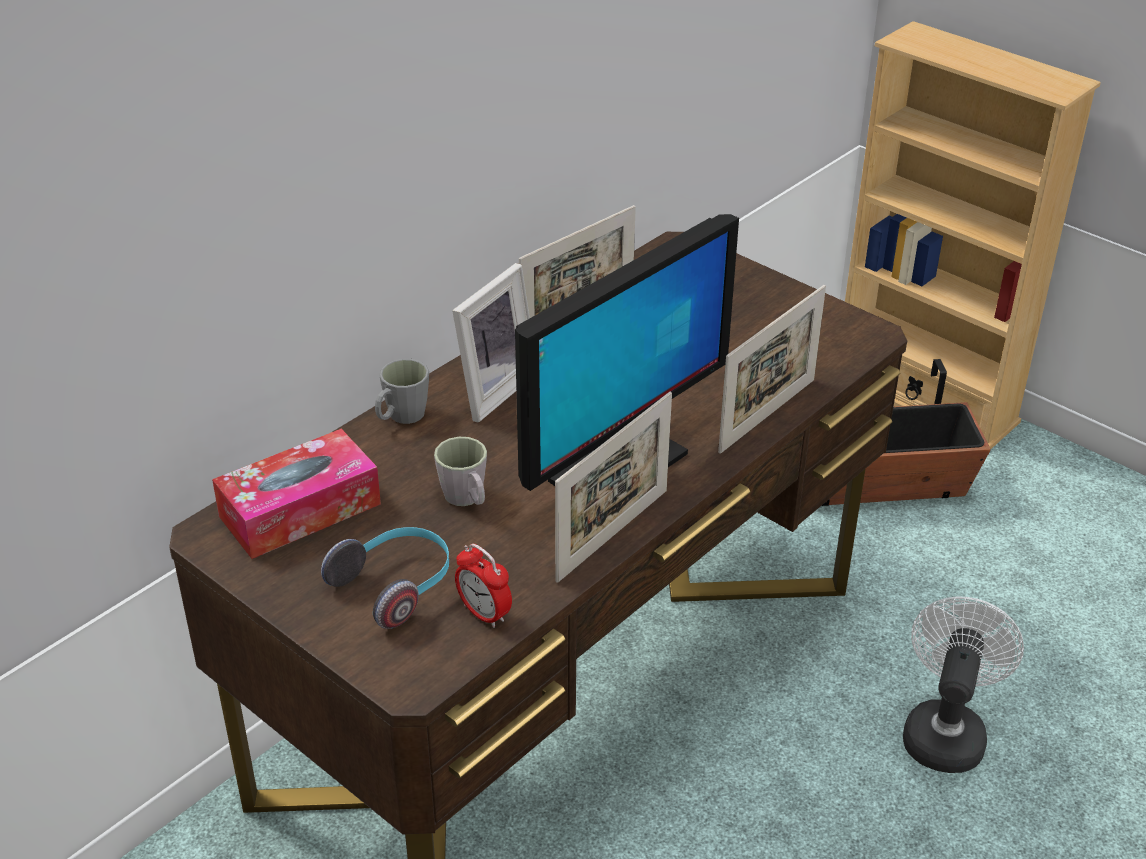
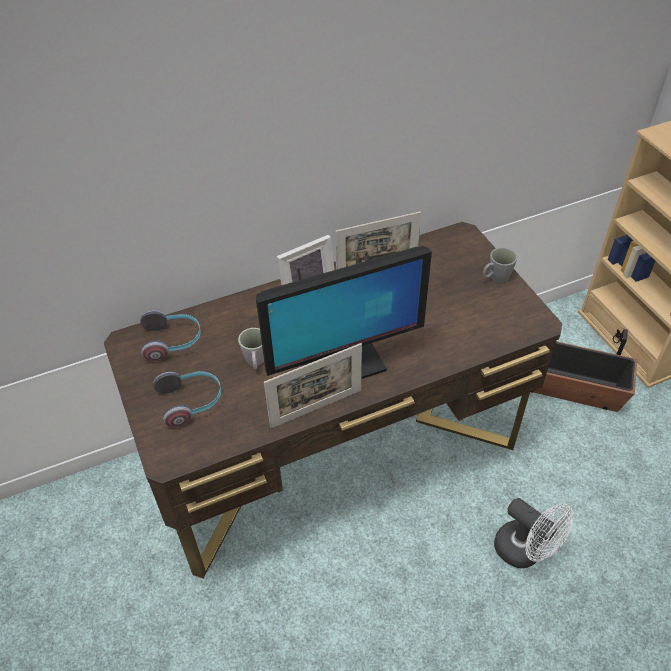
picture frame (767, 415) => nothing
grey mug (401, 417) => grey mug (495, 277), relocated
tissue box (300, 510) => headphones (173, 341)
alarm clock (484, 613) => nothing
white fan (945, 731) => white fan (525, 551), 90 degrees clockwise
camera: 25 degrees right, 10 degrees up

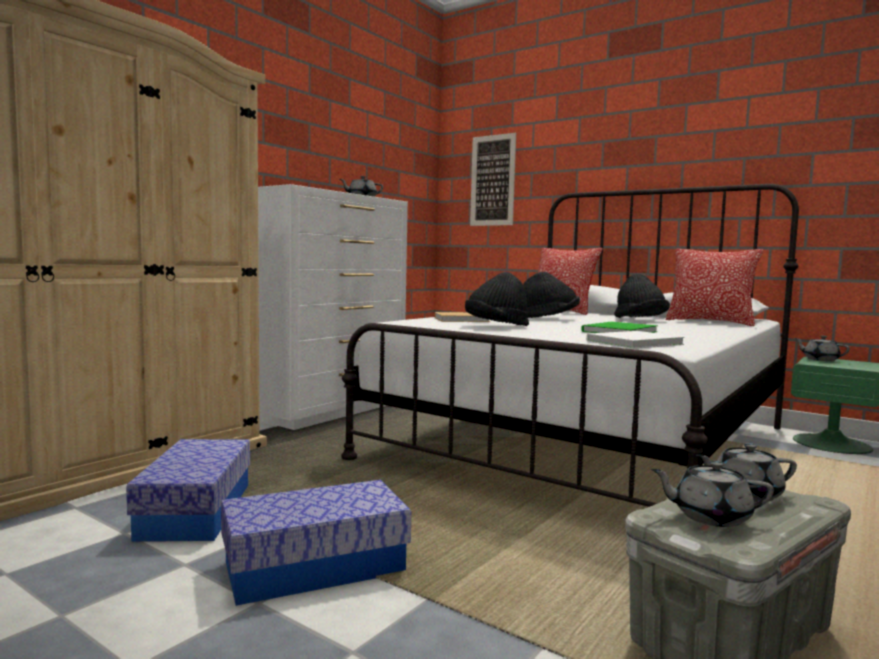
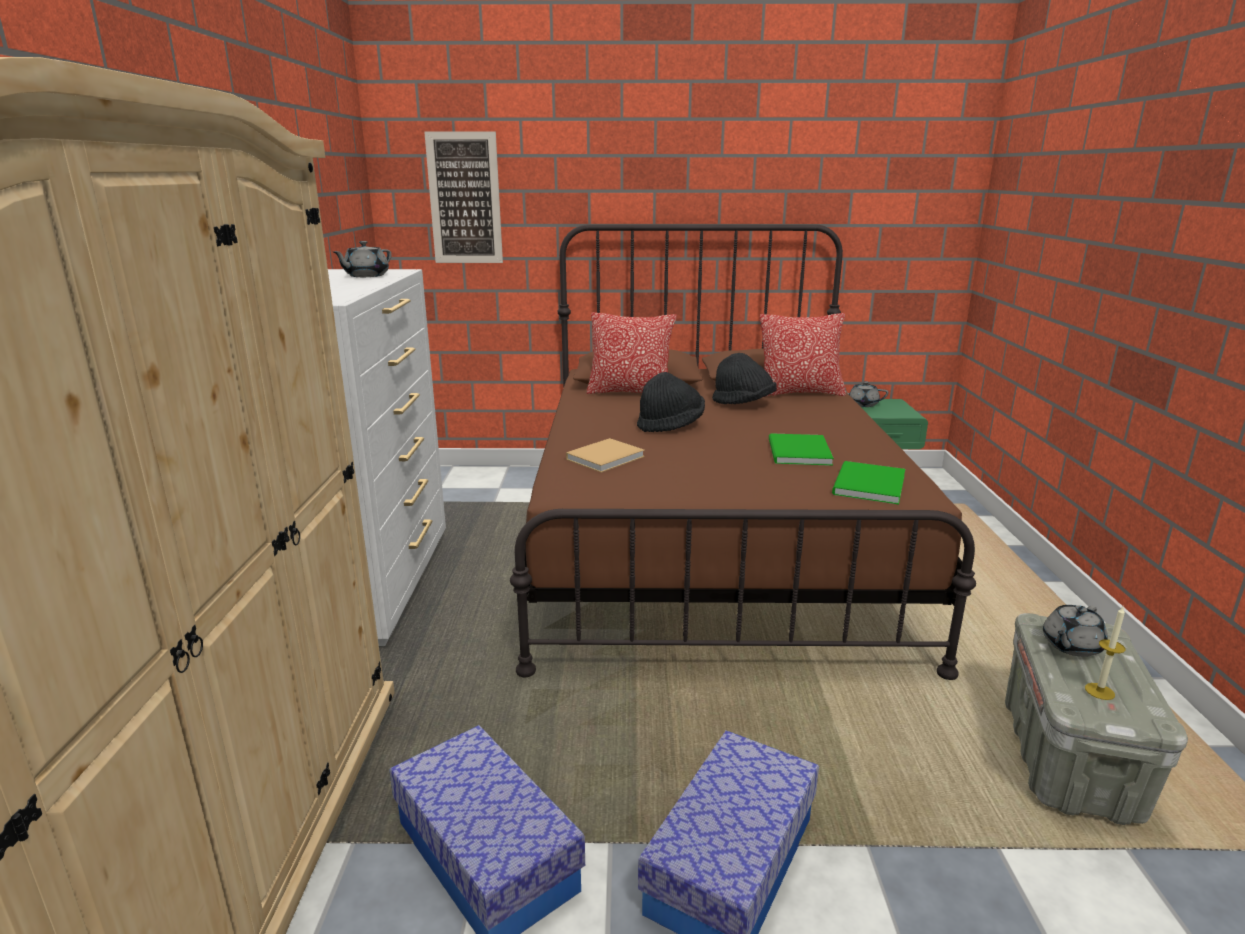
white bed (588, 442) => brown bed (709, 545)
black hat (496, 326) => nothing
white book (631, 342) => green book (866, 485)
grey teapot (710, 517) => candle (1099, 691)
camera: 35 degrees left, 15 degrees up

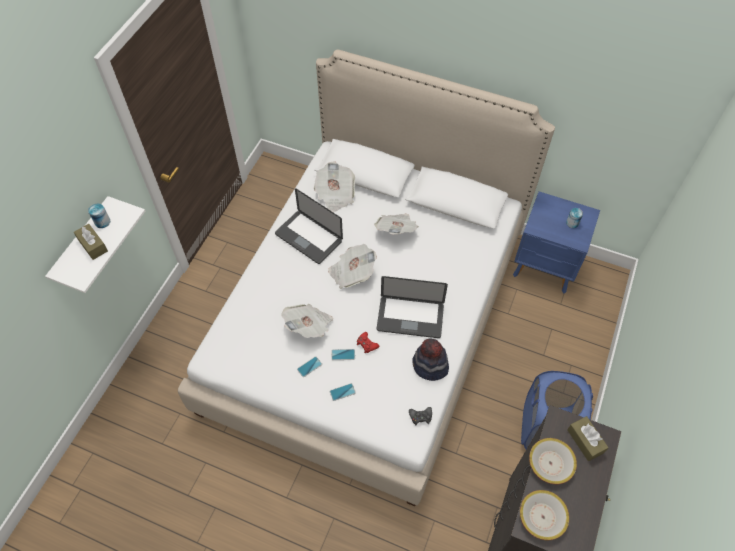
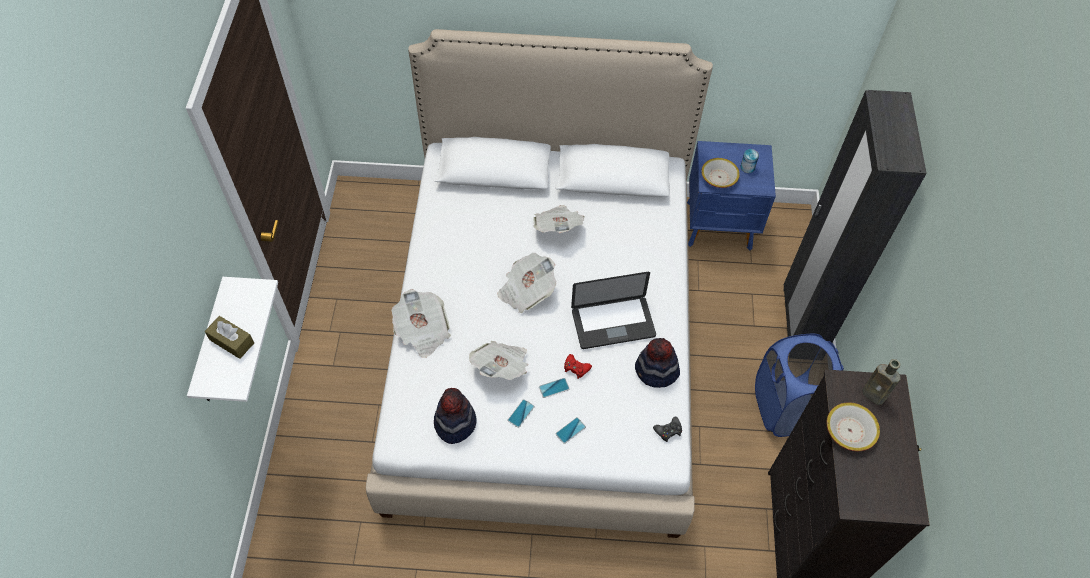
newspaper (335, 195) => newspaper (422, 331), relocated
laptop (308, 238) => nothing
can (102, 222) => nothing
brown tissue box (585, 441) => brown bottle (875, 396)
bowl (542, 517) => bowl (719, 177), relocated
nothing => black wardrobe (801, 324)
nothing => hat (454, 423)
camera: 20 degrees left, 0 degrees up

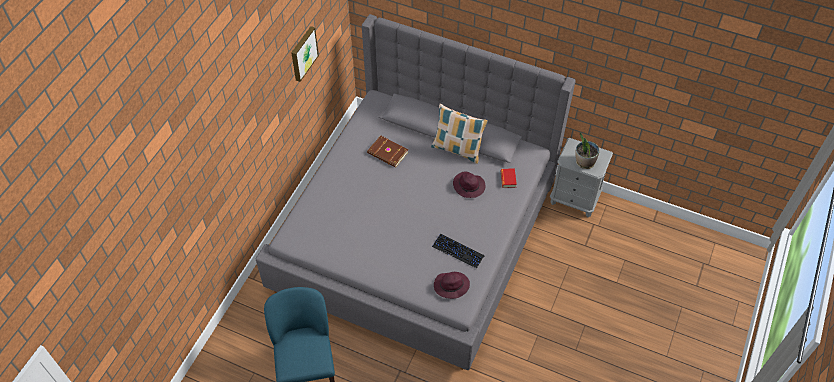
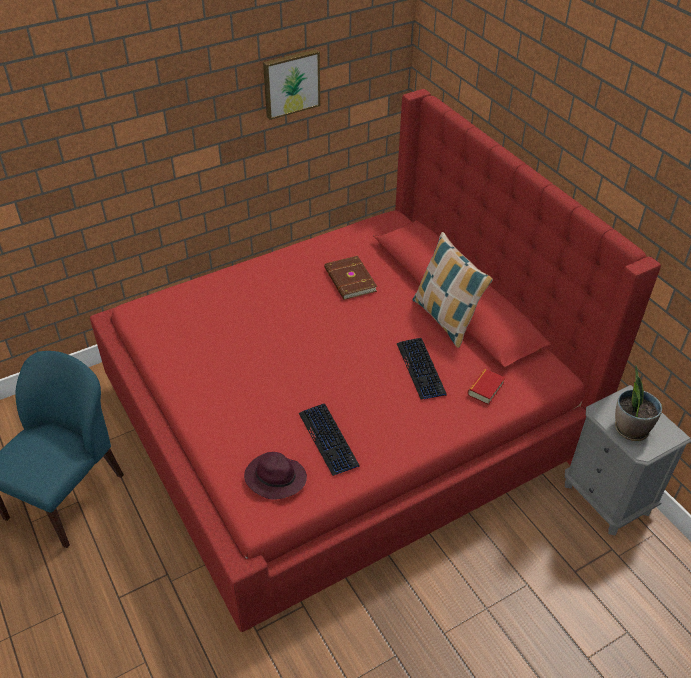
grey bed (417, 234) => red bed (345, 421)
purple hat (469, 186) => keyboard (421, 369)
camera: 35 degrees right, 10 degrees down

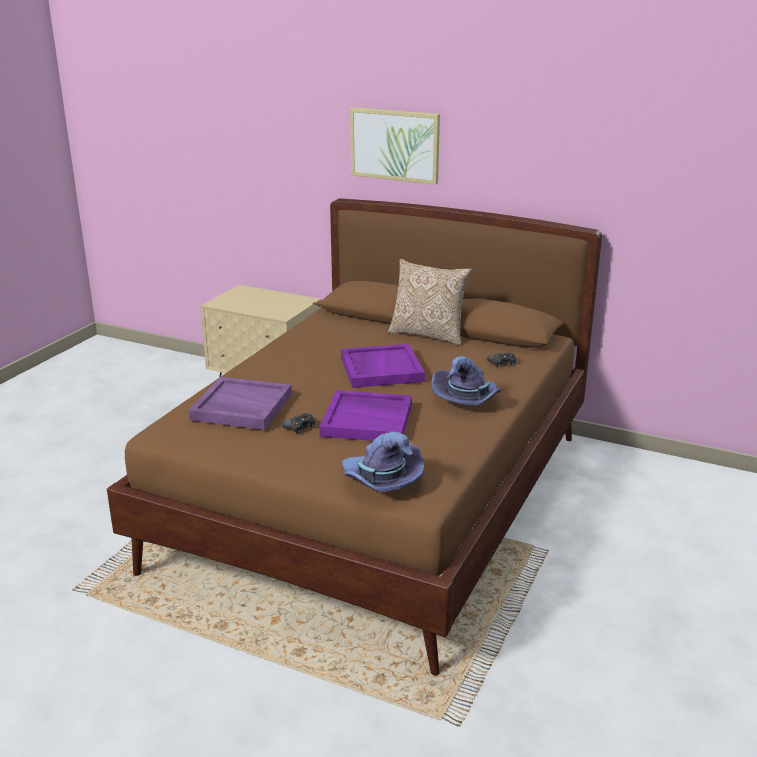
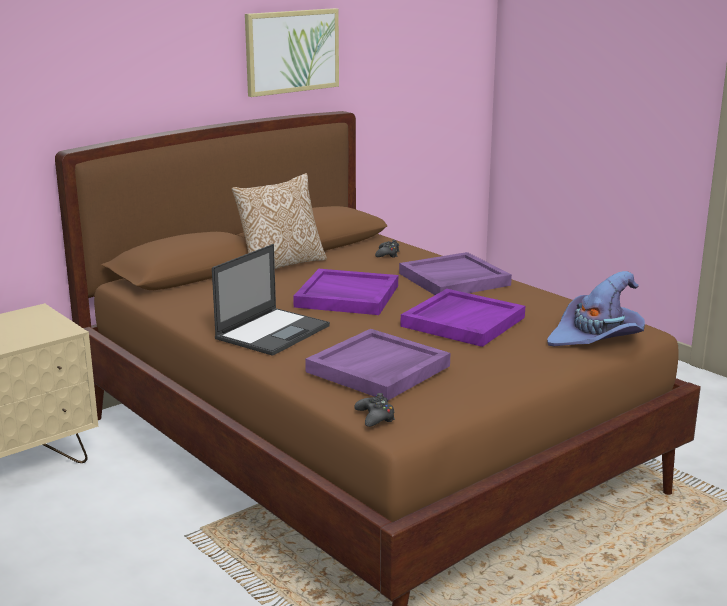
picture (395, 145) => picture (292, 51), relocated
purple hat (467, 399) => purple tray (453, 279)
black game controller (300, 427) => black game controller (375, 417), relocated
nothing => laptop (273, 331)
camera: 65 degrees left, 5 degrees down

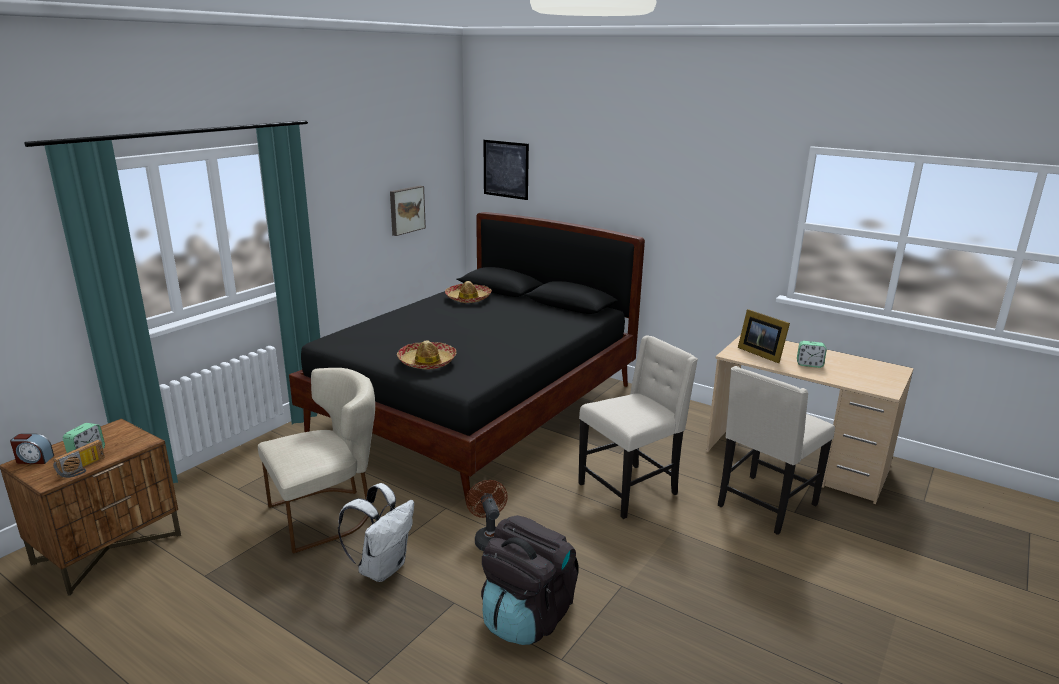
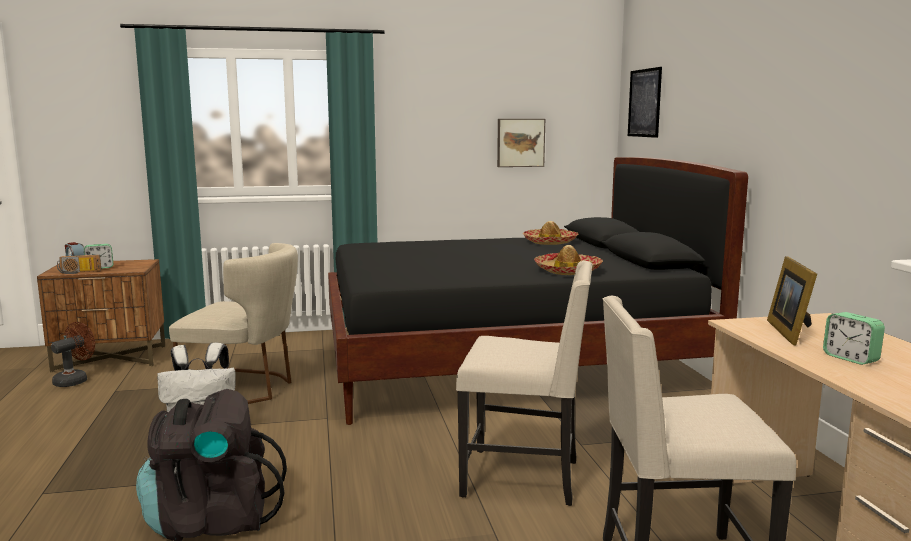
hat (427, 362) => hat (568, 271), relocated
brown fan (489, 538) => brown fan (75, 380), relocated
camera: 45 degrees right, 10 degrees down

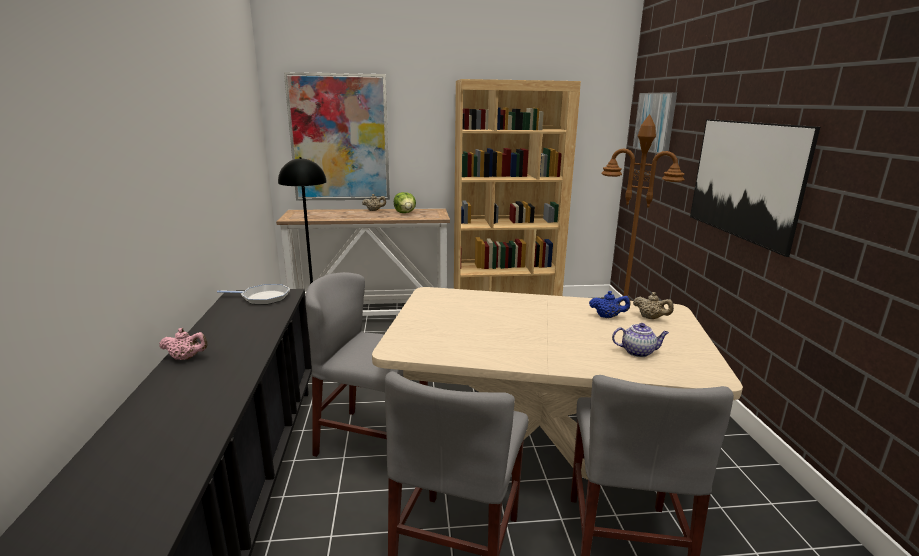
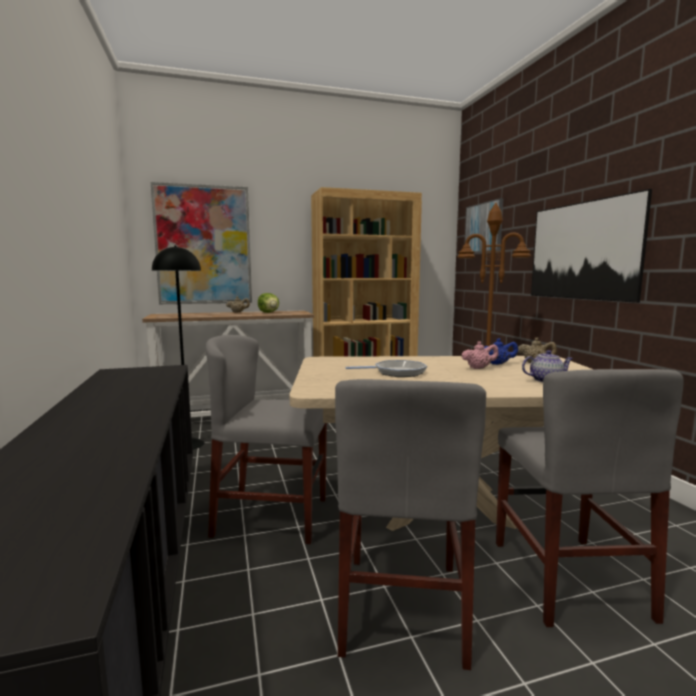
frying pan (263, 298) => frying pan (396, 372), relocated
pink teapot (186, 358) => pink teapot (479, 368), relocated
camera: 10 degrees left, 10 degrees down

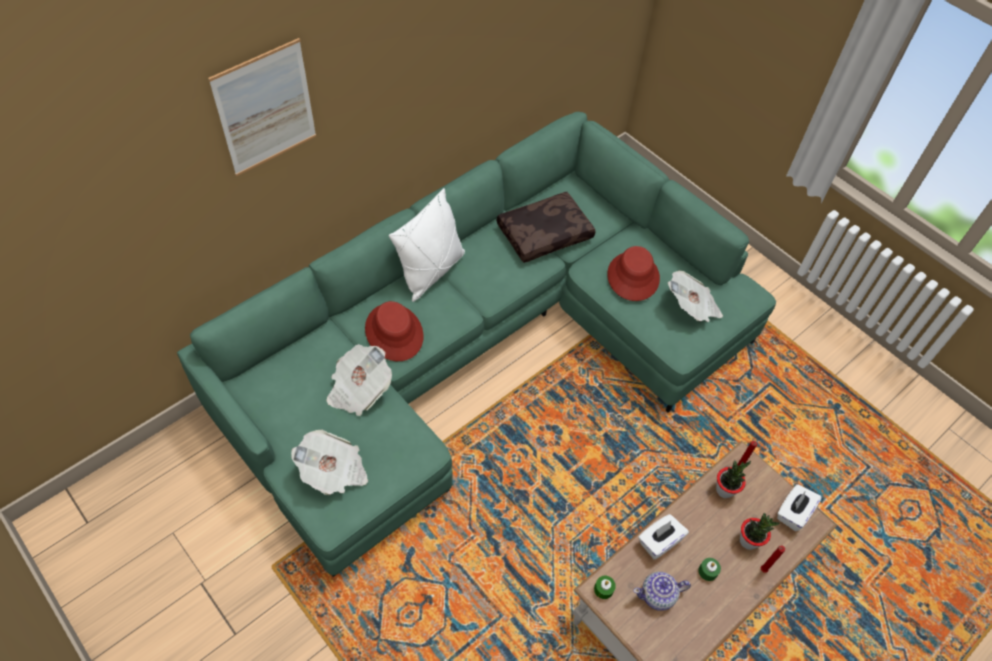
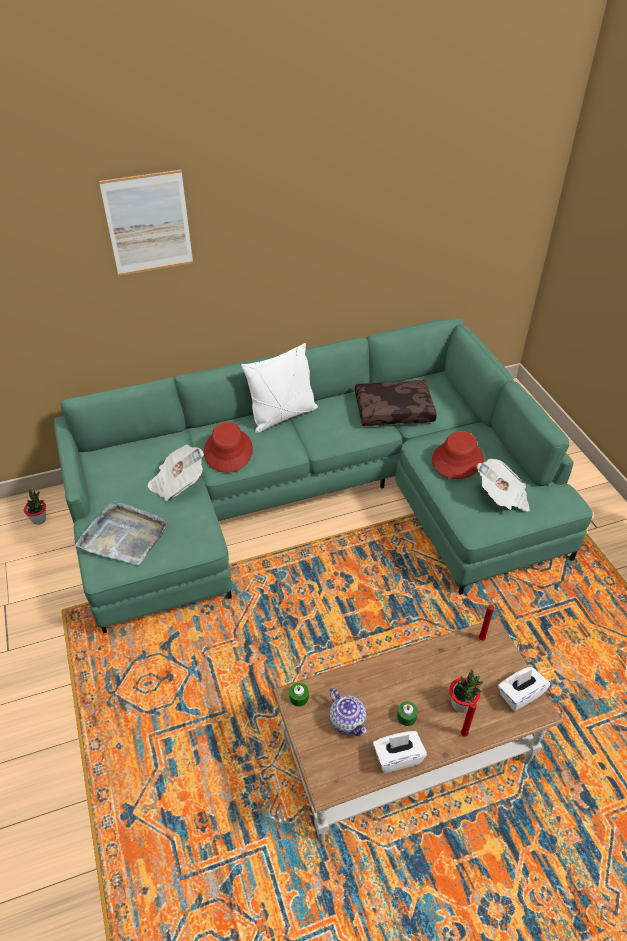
newspaper (334, 472) => grey tray (124, 536)
potted plant (724, 490) => potted plant (39, 520), relocated
white tissue box (659, 542) => white tissue box (397, 757), relocated
teapot (658, 595) => teapot (347, 720), 135 degrees counterclockwise
camera: 25 degrees right, 10 degrees down

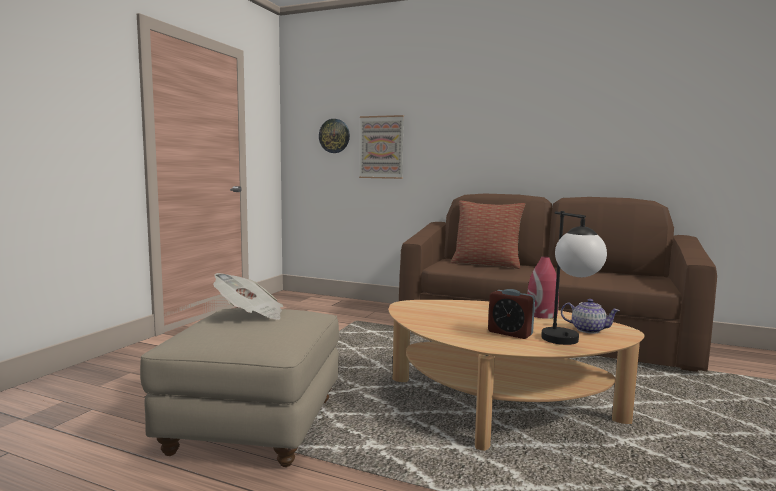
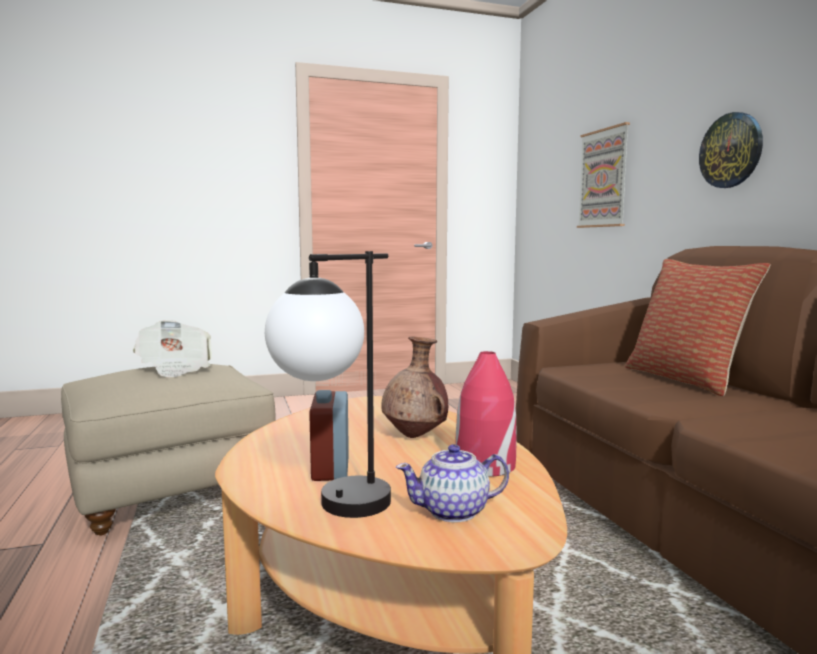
wall clock (334, 136) => wall clock (731, 150), relocated
teapot (587, 330) => teapot (454, 511), 90 degrees clockwise
nothing => brown vase (416, 436)
camera: 50 degrees right, 0 degrees up

